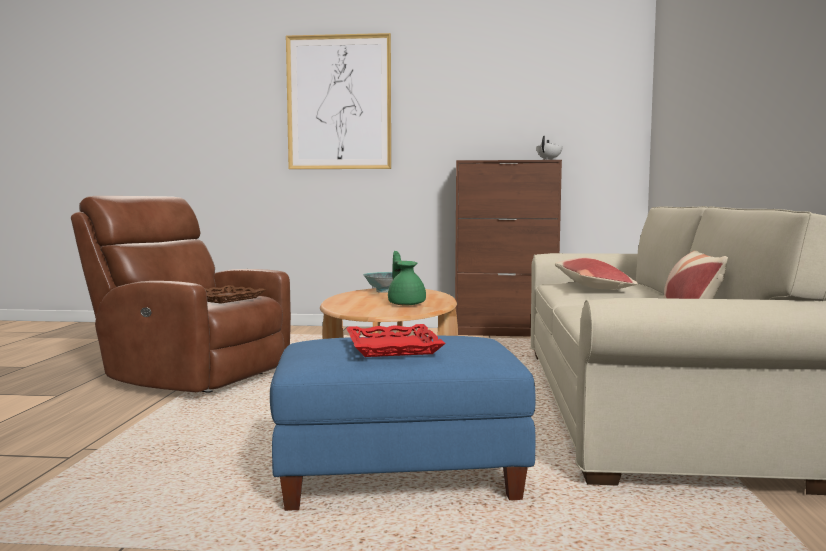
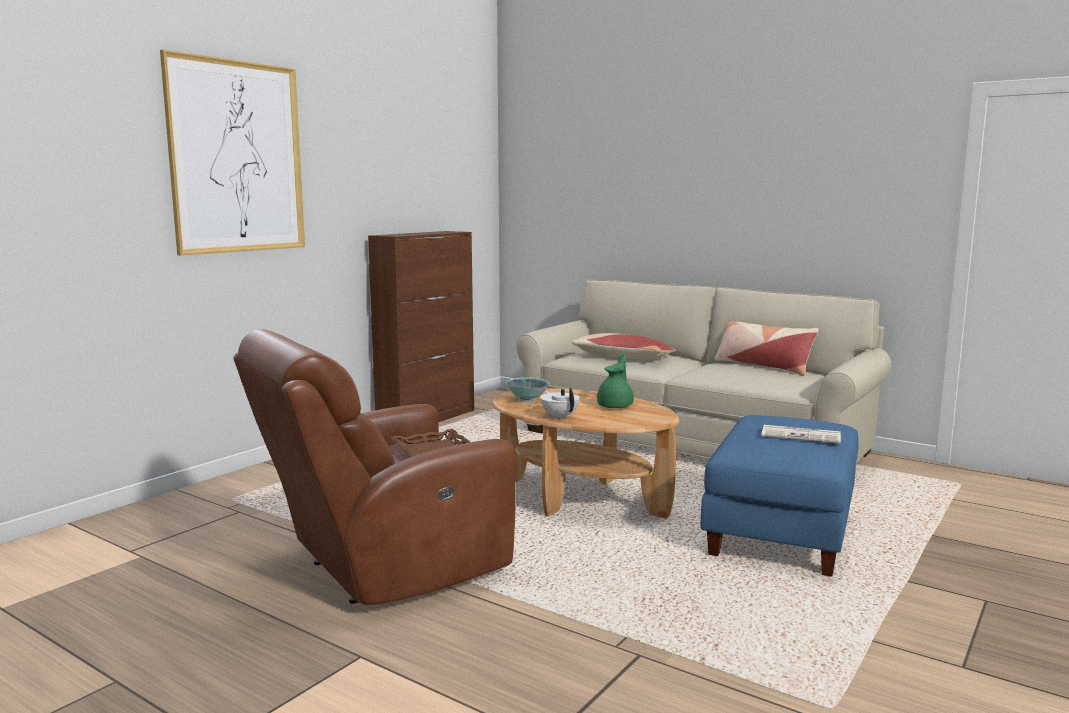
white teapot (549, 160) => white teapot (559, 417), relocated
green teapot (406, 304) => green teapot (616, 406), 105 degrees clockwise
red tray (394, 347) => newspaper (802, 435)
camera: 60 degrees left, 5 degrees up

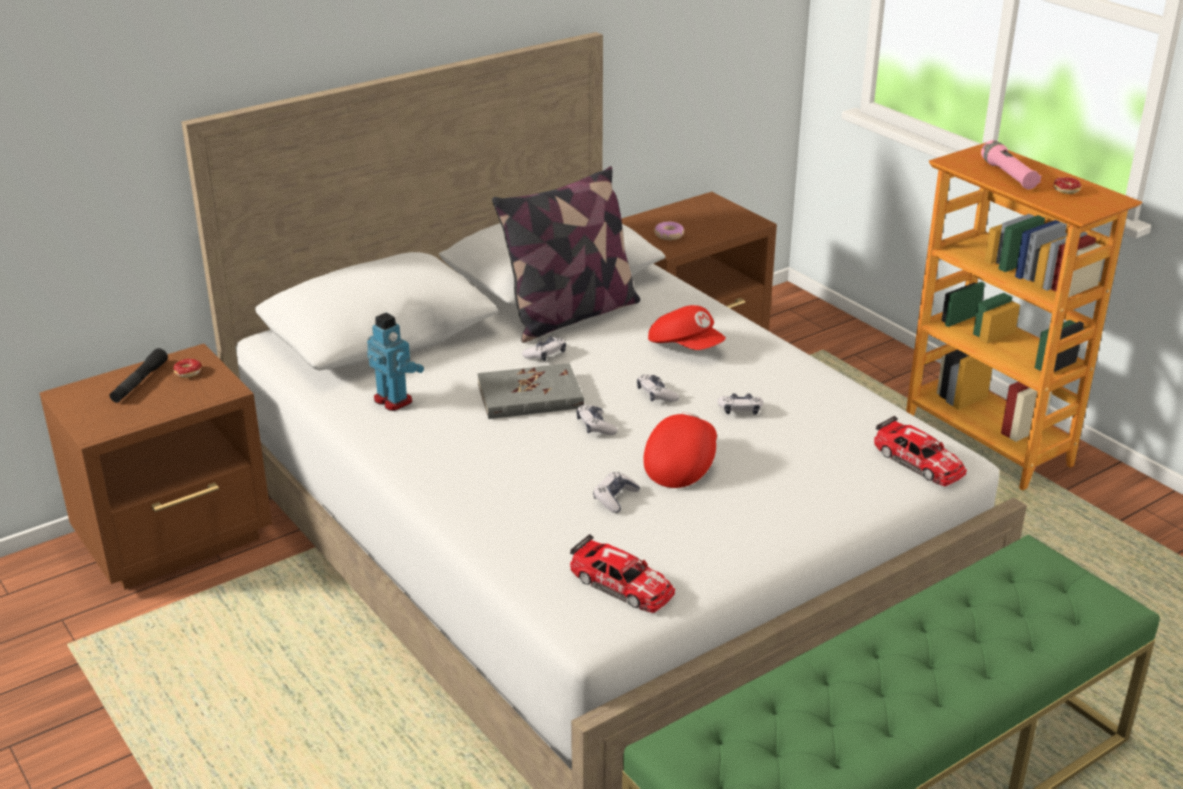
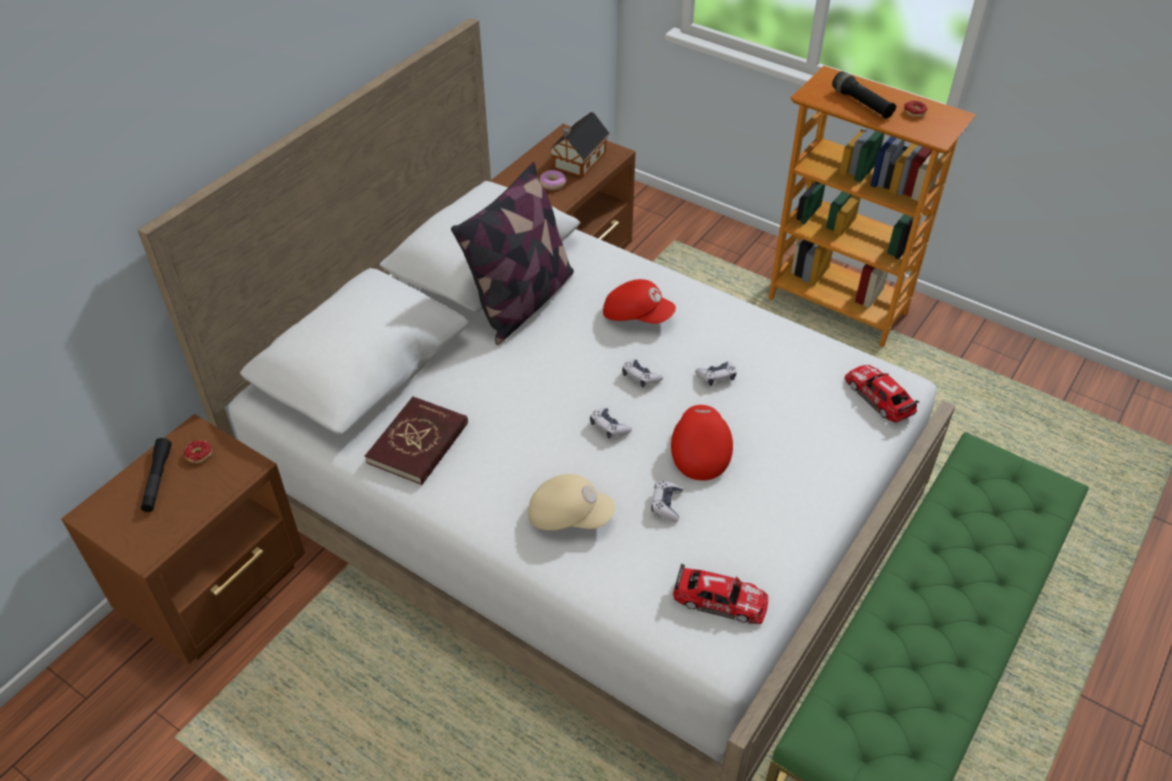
pink flashlight (1008, 175) => black flashlight (861, 104)
toy robot (394, 400) => red book (418, 443)
game controller (545, 355) => nothing
grey book (530, 396) => nothing
toy car (918, 461) => toy car (879, 397), 150 degrees counterclockwise
nothing => toy house (578, 161)
nothing => beige cap (569, 515)
camera: 20 degrees left, 15 degrees up

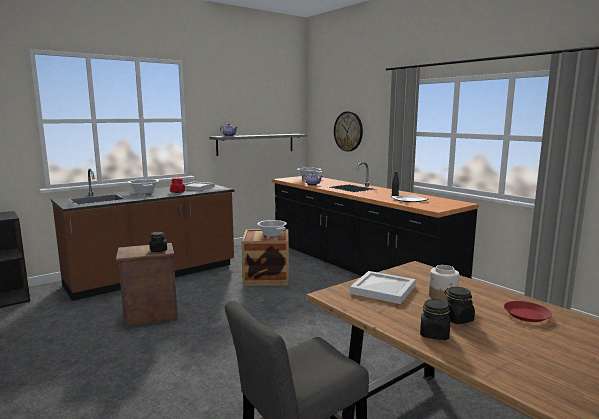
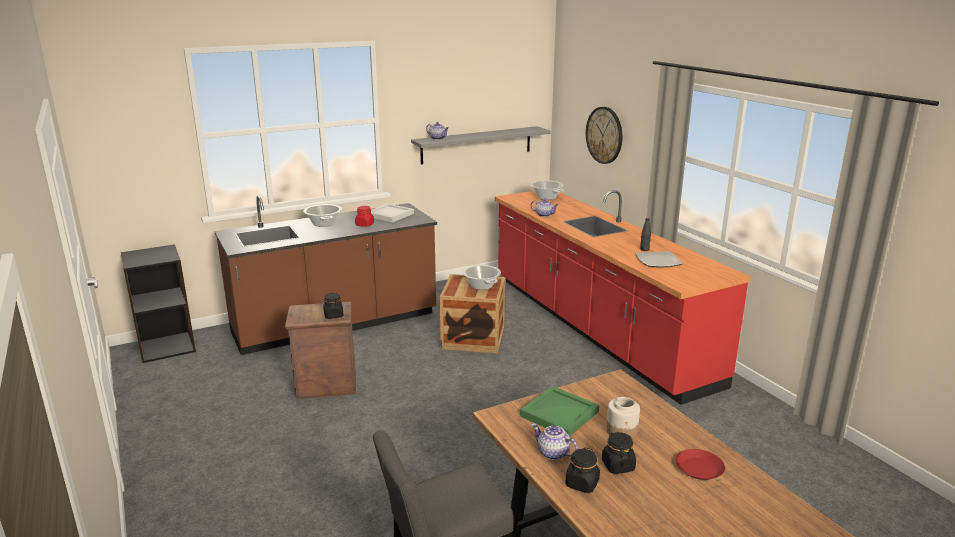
black counter (356, 266) => red counter (595, 328)
white tray (382, 289) => green tray (558, 414)
nothing => teapot (552, 453)
camera: 10 degrees right, 10 degrees up

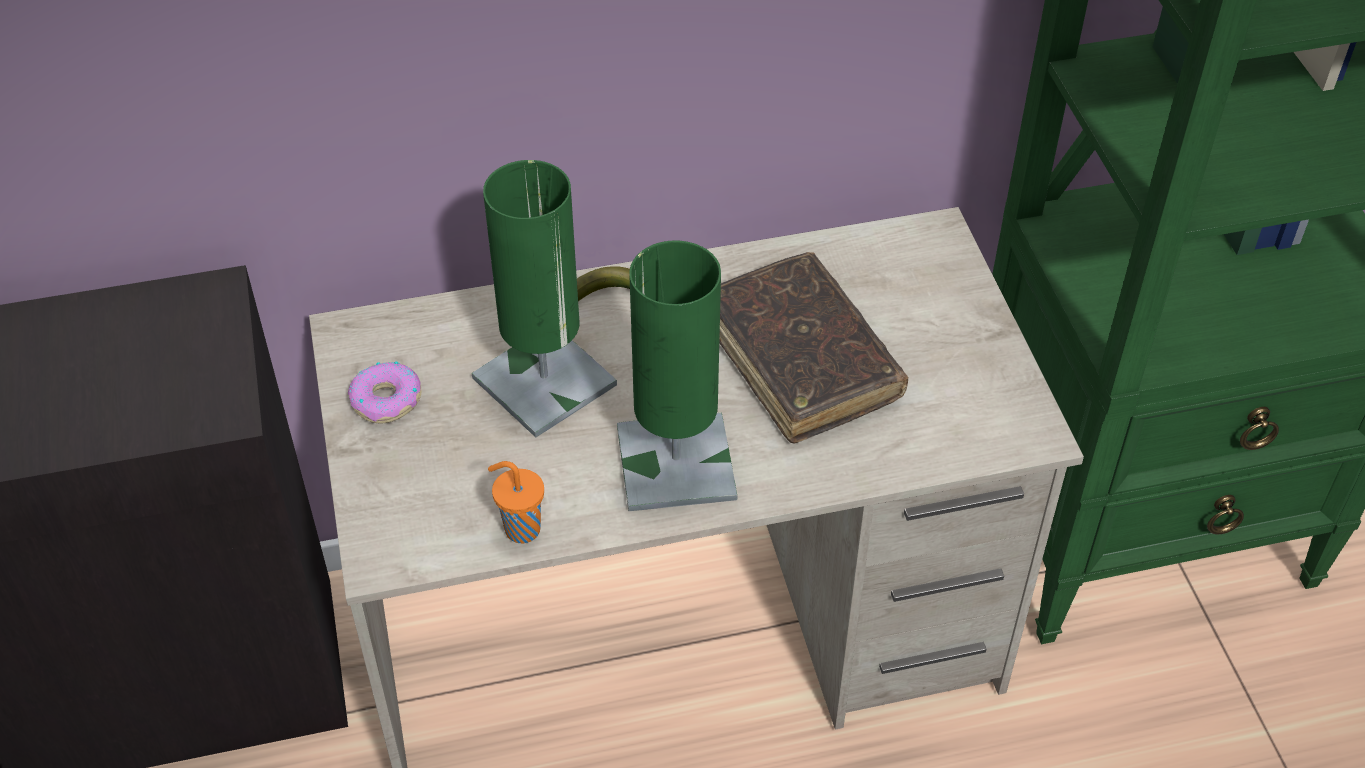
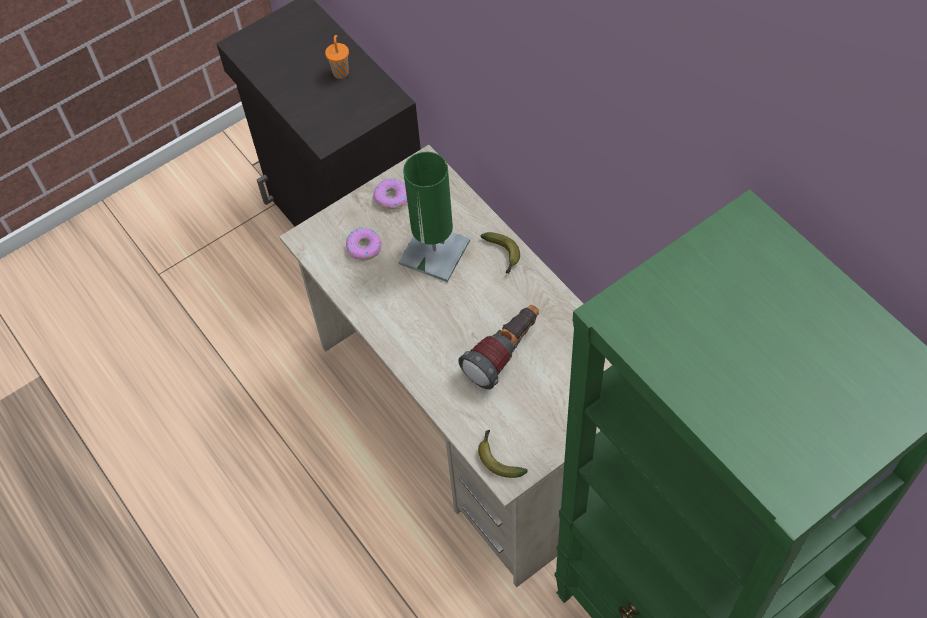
green table lamp (676, 463) => nothing
brown book (801, 360) => flashlight (504, 353)
orange cup (520, 529) => orange cup (340, 72), relocated
nothing => donut (364, 247)
nothing => banana (498, 458)
camera: 70 degrees right, 10 degrees up

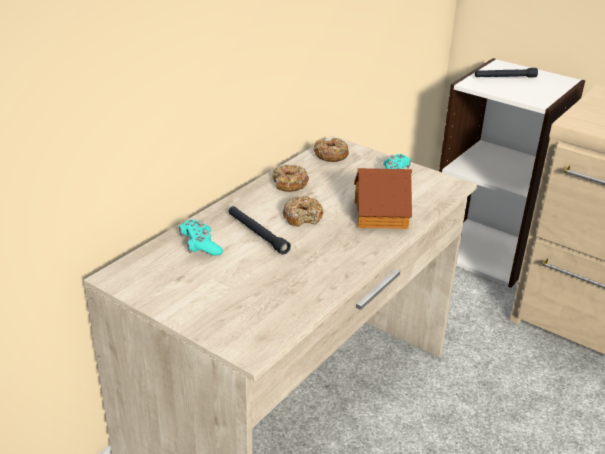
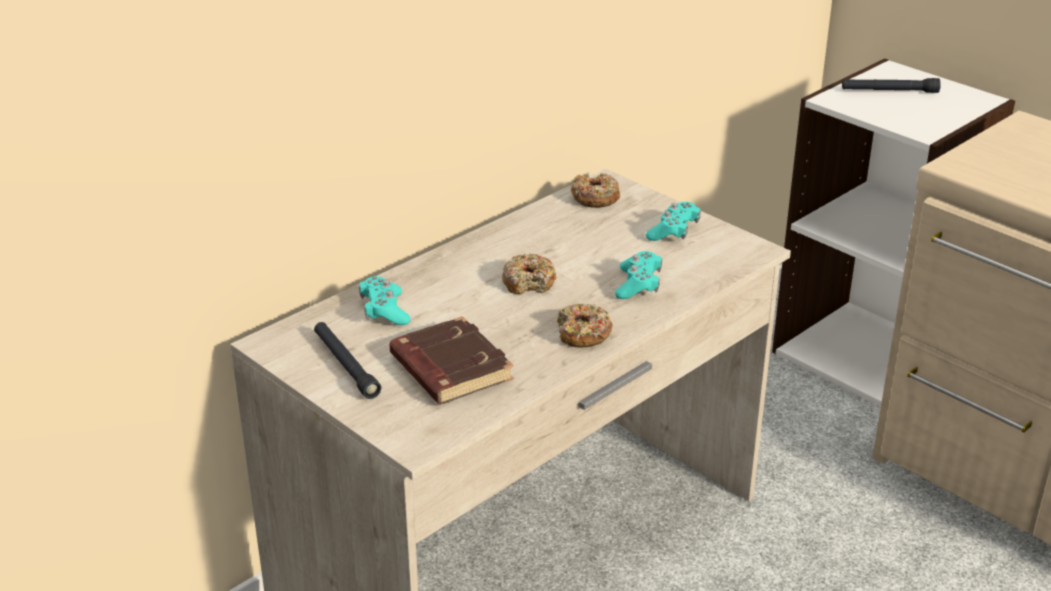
donut (289, 184) => donut (583, 334), relocated
toy house (381, 214) => turquoise game controller (638, 285)
black flashlight (257, 234) => black flashlight (345, 365), relocated
nothing => brown book (448, 369)
camera: 10 degrees right, 0 degrees up

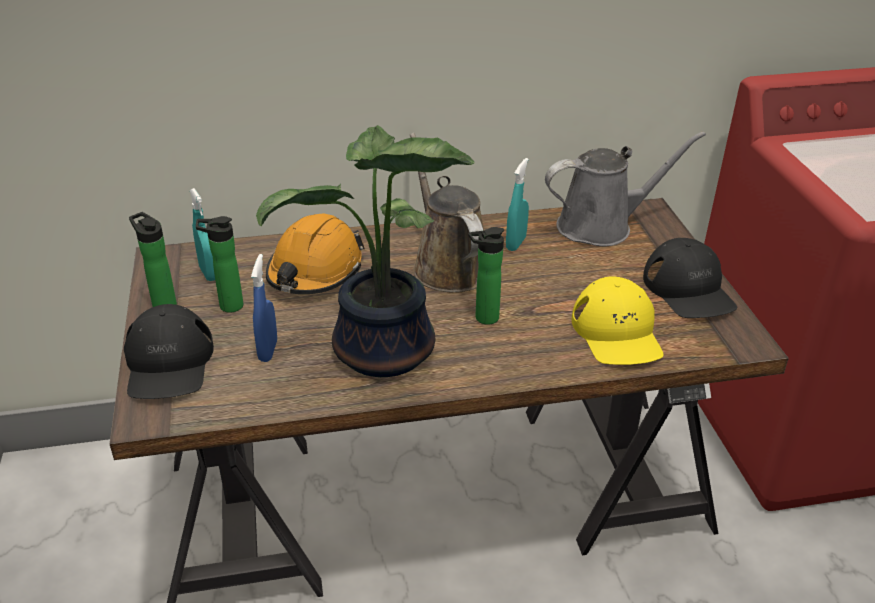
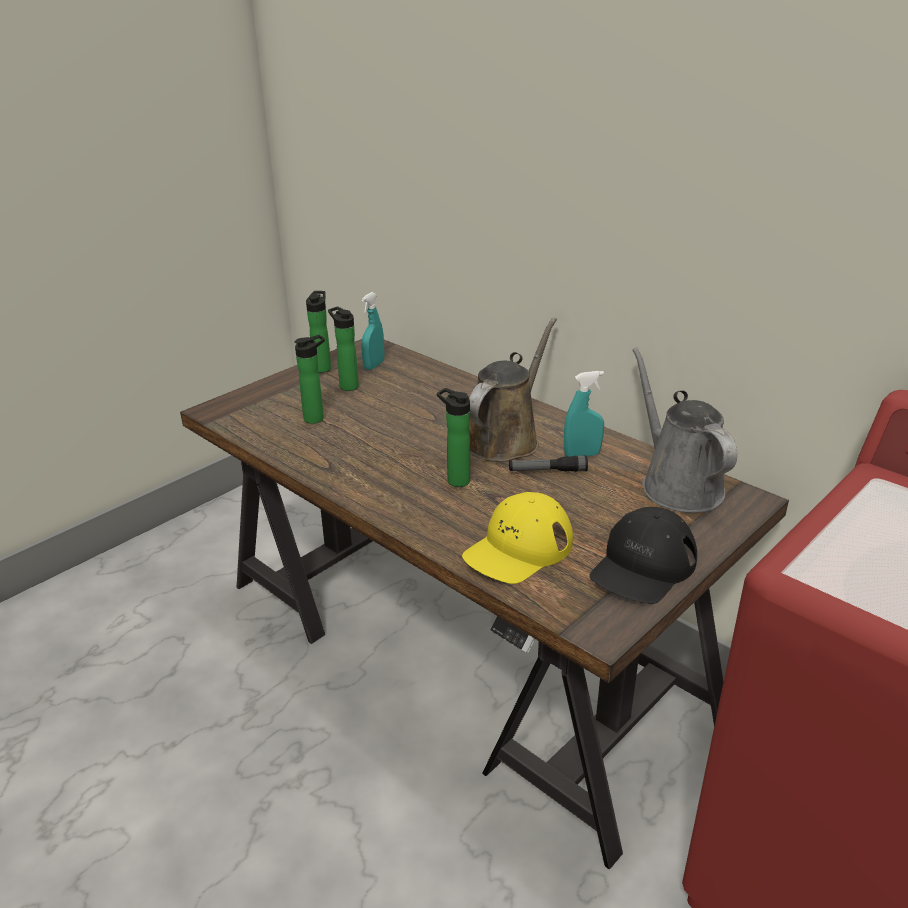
potted plant (383, 355) => nothing
grey watering can (601, 226) => grey watering can (677, 484), 150 degrees counterclockwise
orange hard hat (315, 271) => nothing
blue spray bottle (268, 350) => bottle (317, 418)
black cap (169, 363) => nothing
nothing => flashlight (547, 471)
camera: 55 degrees right, 5 degrees down

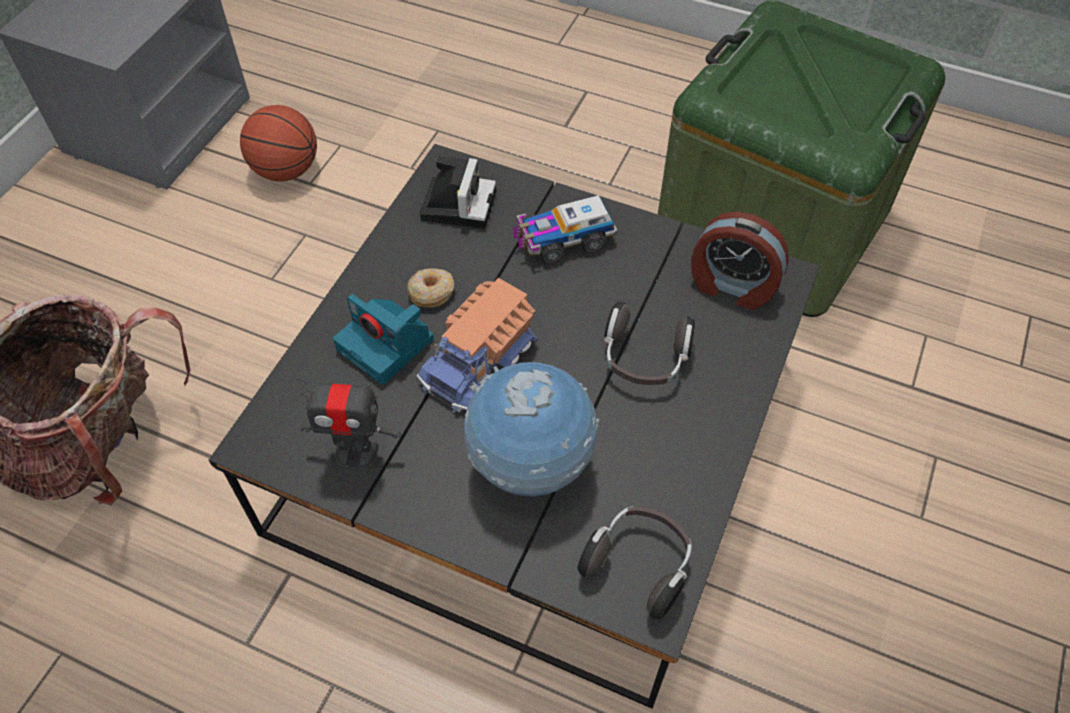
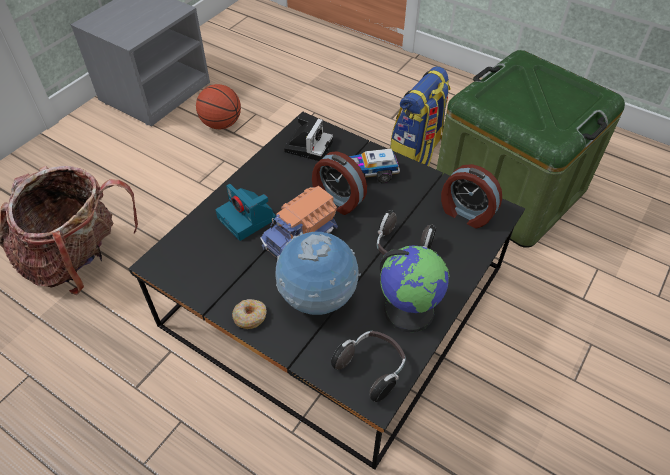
donut (431, 292) => donut (250, 316), relocated
toy robot (356, 452) => nothing
nothing => backpack (417, 153)
nothing => alarm clock (337, 200)
nothing => globe (409, 309)
camera: 10 degrees right, 5 degrees down

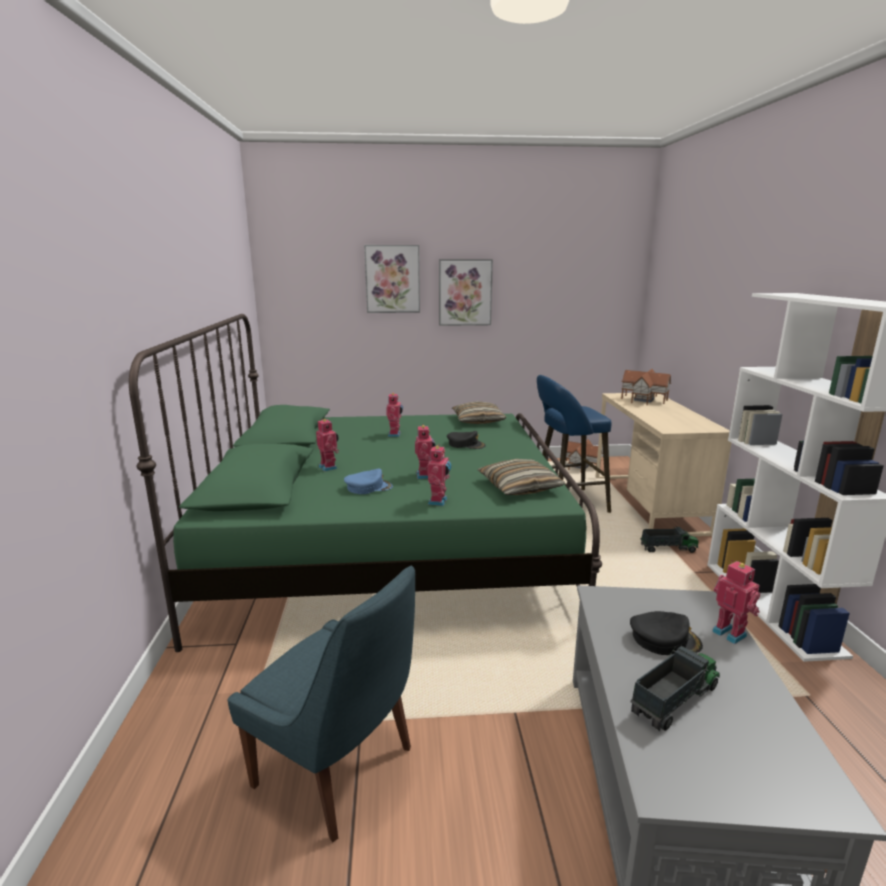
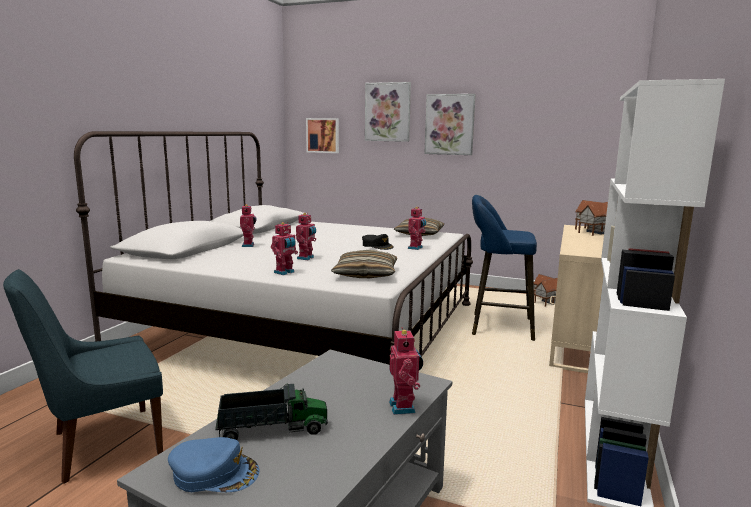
green bed (390, 545) => white bed (307, 326)
toy robot (395, 434) => toy robot (416, 248), relocated
blue cap (368, 487) => blue cap (215, 472), relocated
toy truck (668, 549) => nothing
blue chair (339, 769) => blue chair (102, 445), 90 degrees clockwise
black cap (664, 639) => nothing
nothing => picture (323, 135)
camera: 25 degrees right, 5 degrees down

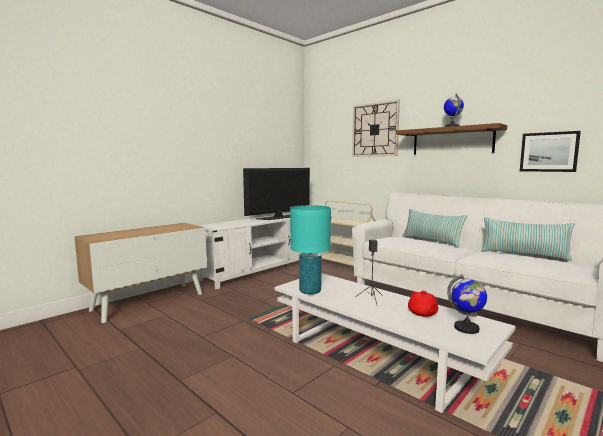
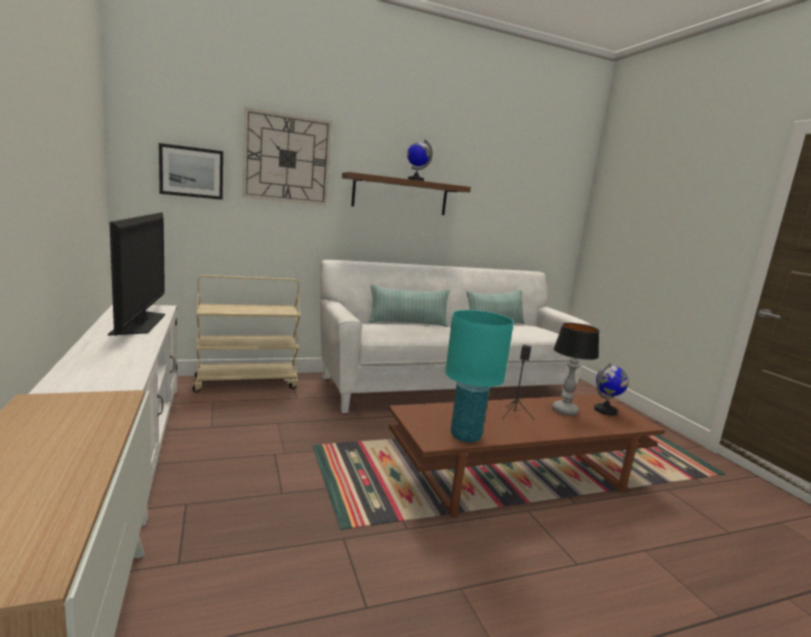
picture (548, 152) => picture (192, 172), relocated
white coffee table (377, 356) => brown coffee table (519, 476)
red teapot (422, 313) => table lamp (564, 410)
camera: 65 degrees left, 5 degrees up

